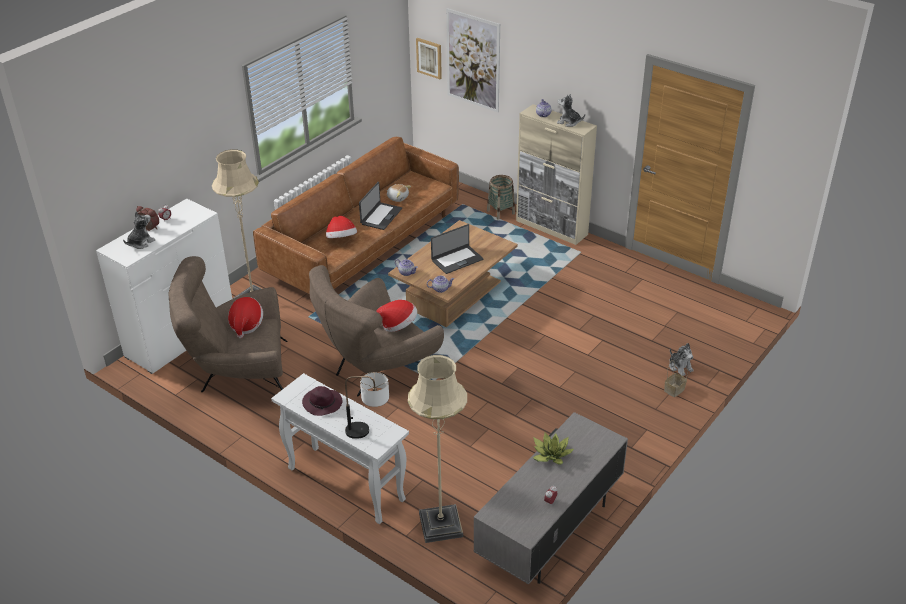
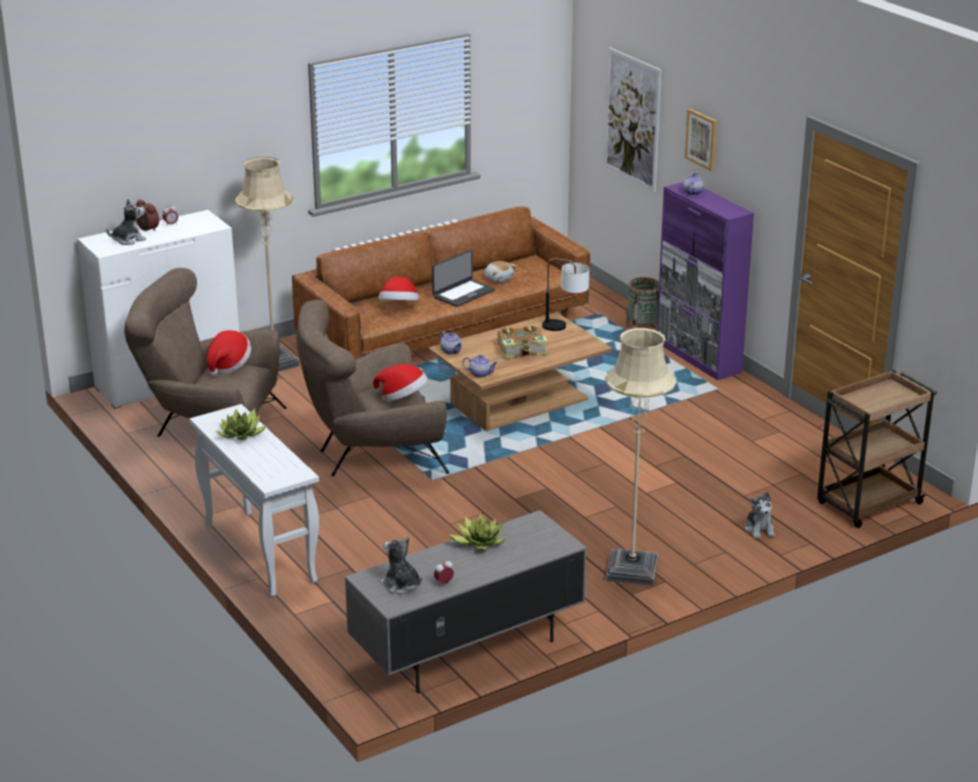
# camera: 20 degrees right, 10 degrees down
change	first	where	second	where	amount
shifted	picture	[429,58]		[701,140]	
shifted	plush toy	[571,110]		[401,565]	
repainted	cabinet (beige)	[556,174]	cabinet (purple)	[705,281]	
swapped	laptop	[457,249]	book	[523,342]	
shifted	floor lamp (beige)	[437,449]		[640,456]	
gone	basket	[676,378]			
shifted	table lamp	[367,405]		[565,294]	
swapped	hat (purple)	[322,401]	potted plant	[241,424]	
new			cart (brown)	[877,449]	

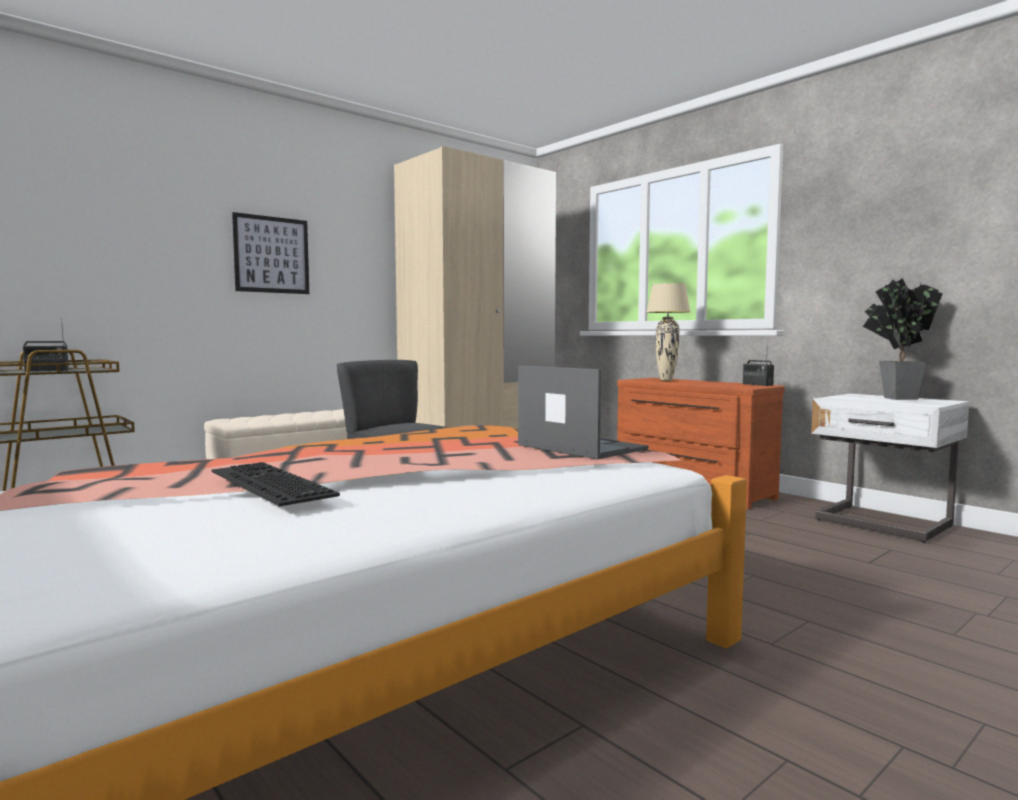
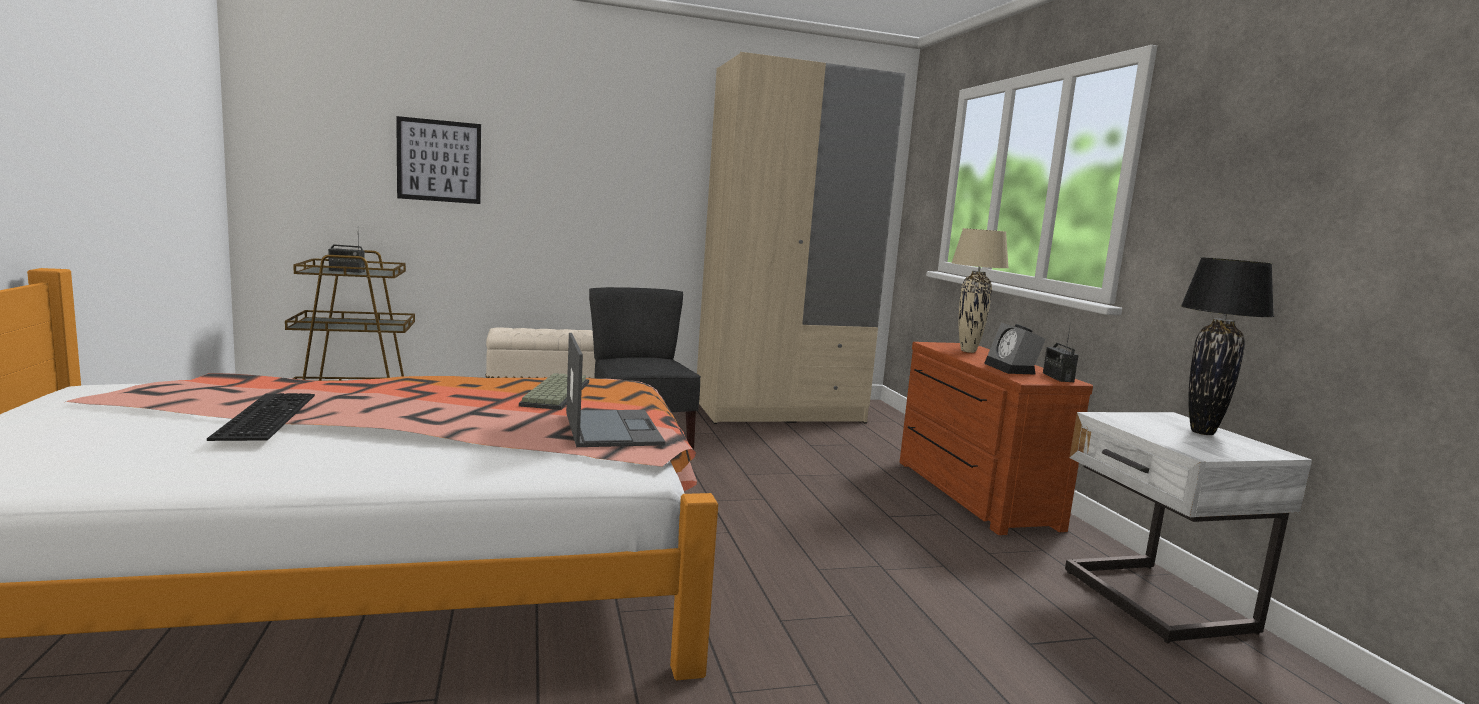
# camera: 25 degrees right, 5 degrees up
change	first	where	second	where	amount
shifted	picture	[270,253]		[438,160]	
swapped	potted plant	[903,339]	table lamp (black)	[1227,346]	
new			alarm clock	[1015,349]	
new			keyboard	[554,391]	

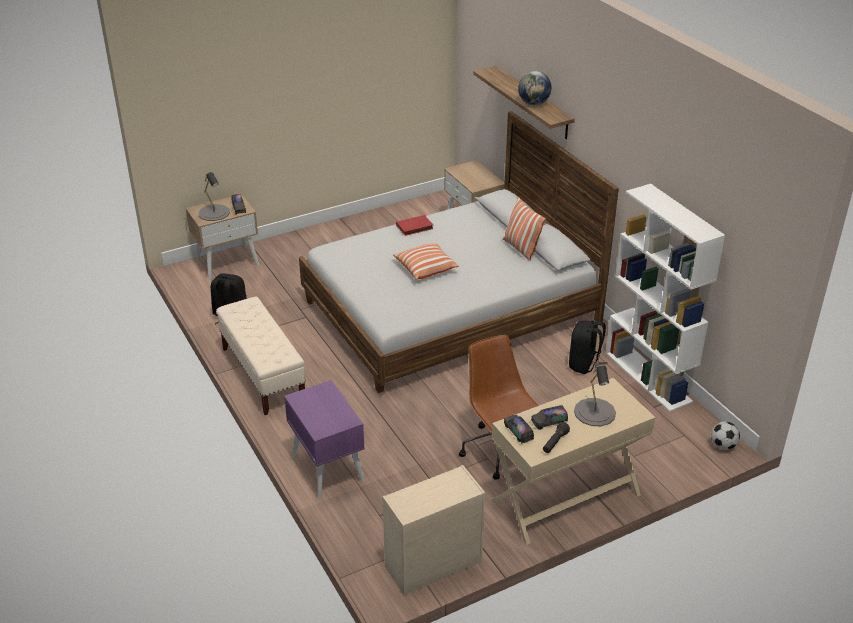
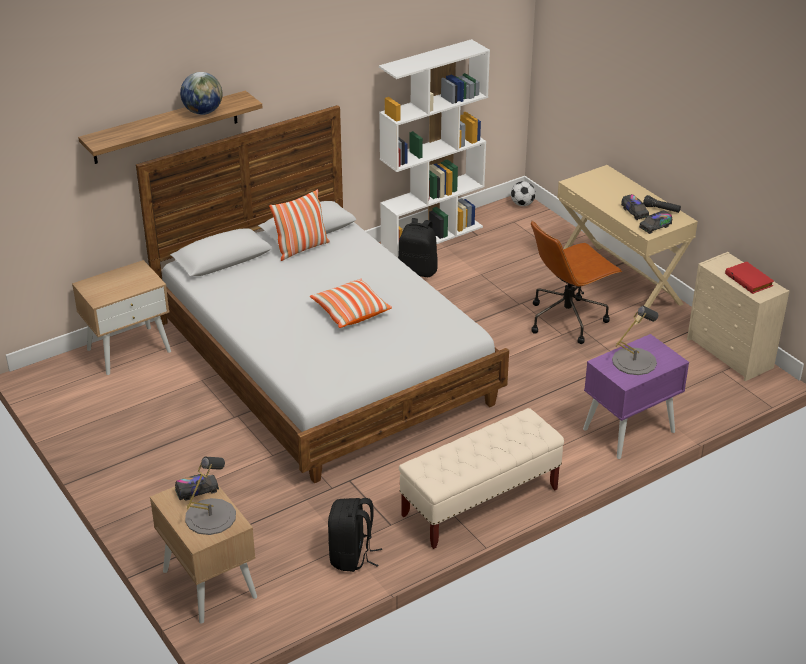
# camera: 95 degrees left, 0 degrees up
change	first	where	second	where	amount
shifted	book (red)	[415,225]		[749,278]	
shifted	table lamp (grey)	[595,395]		[635,340]	

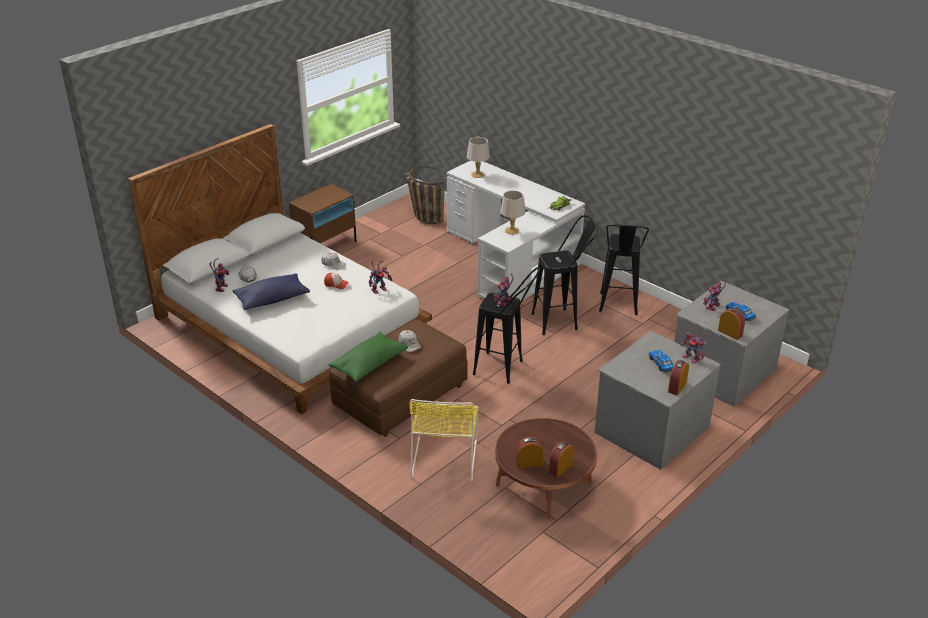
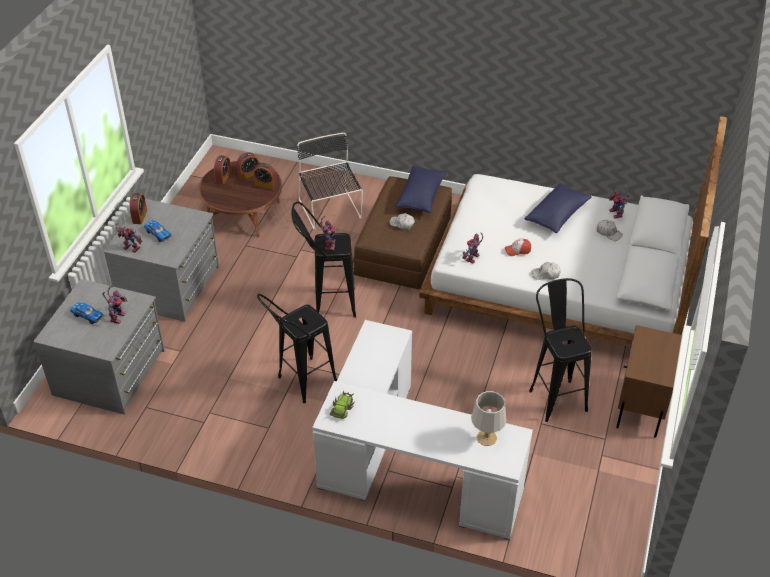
# camera: 155 degrees right, 10 degrees up
change	first	where	second	where	amount
gone	basket	[427,195]			
gone	table lamp (grey)	[512,212]			
shifted	stool (black)	[624,269]		[560,350]	
shifted	alarm clock	[731,324]		[265,176]	
repainted	pillow (green)	[368,357]	pillow (blue)	[421,189]	
repainted	chair (yellow)	[444,440]	chair (black)	[330,181]	

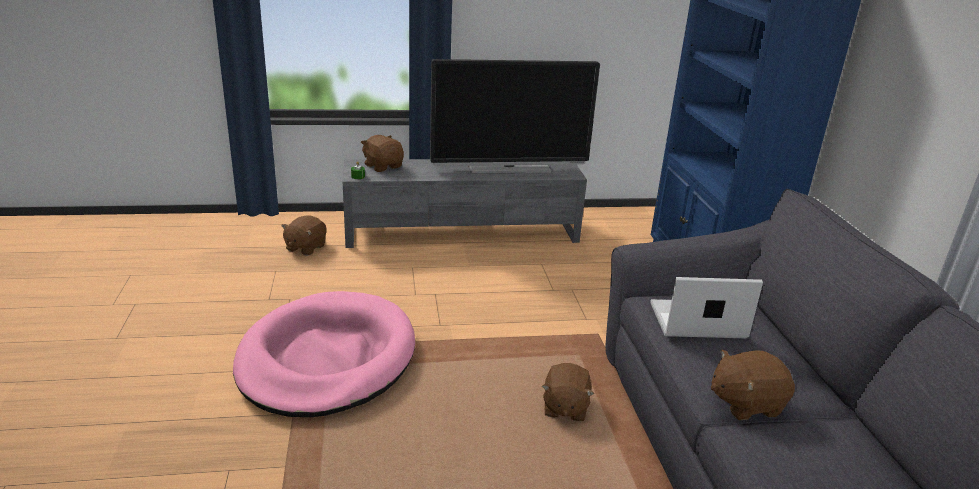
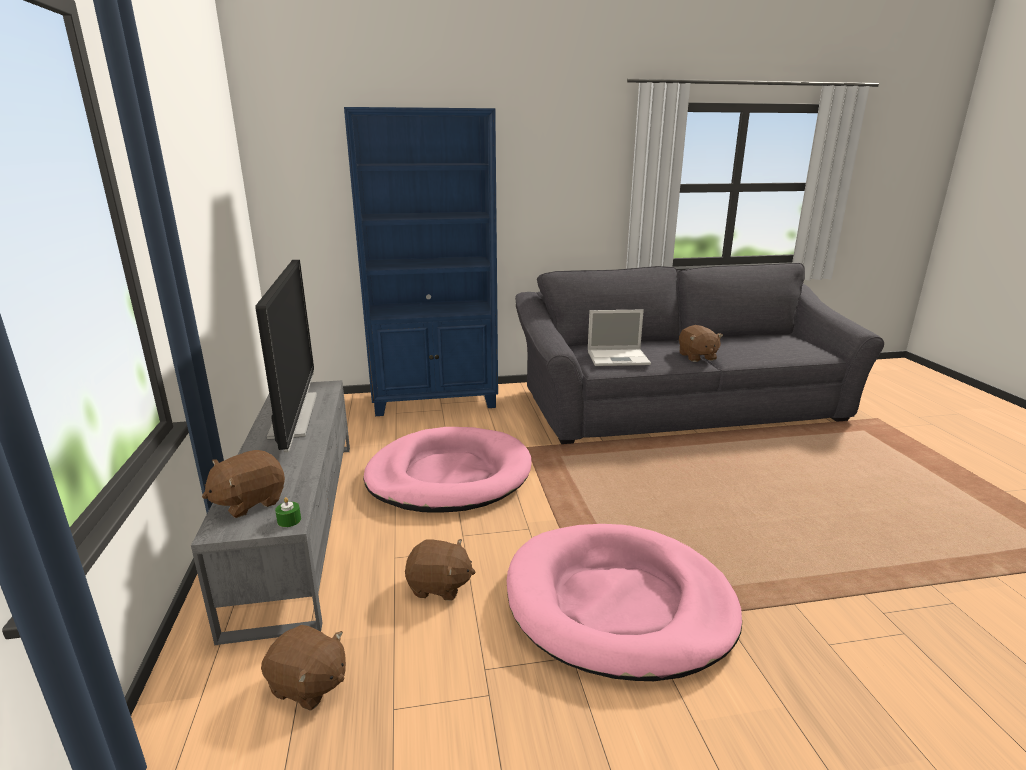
# camera: 90 degrees left, 5 degrees down
change	first	where	second	where	amount
rotated	laptop	[706,307]		[619,338]	90 degrees counterclockwise
shifted	plush toy (brown)	[568,392]		[440,570]	
new			dog bed (pink)	[447,470]	

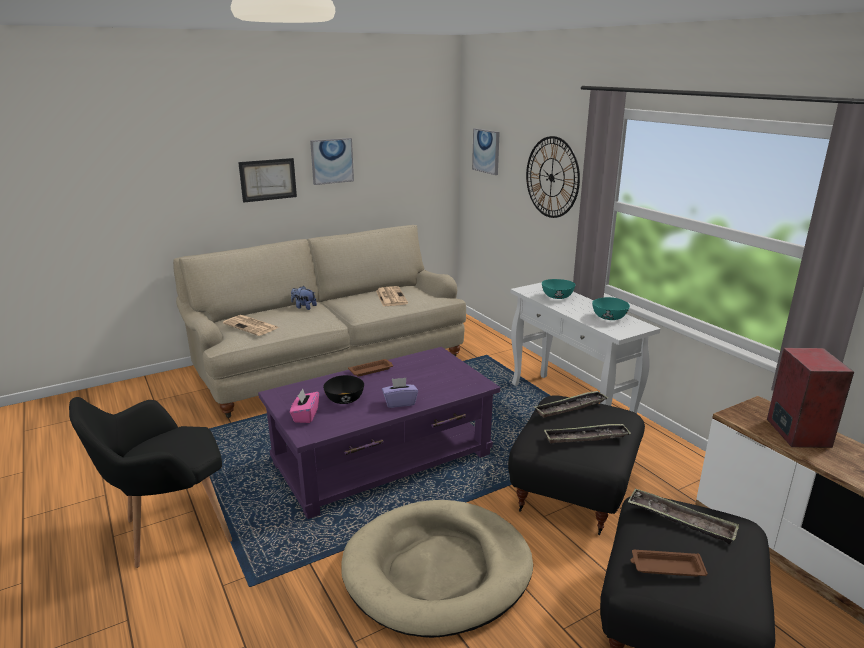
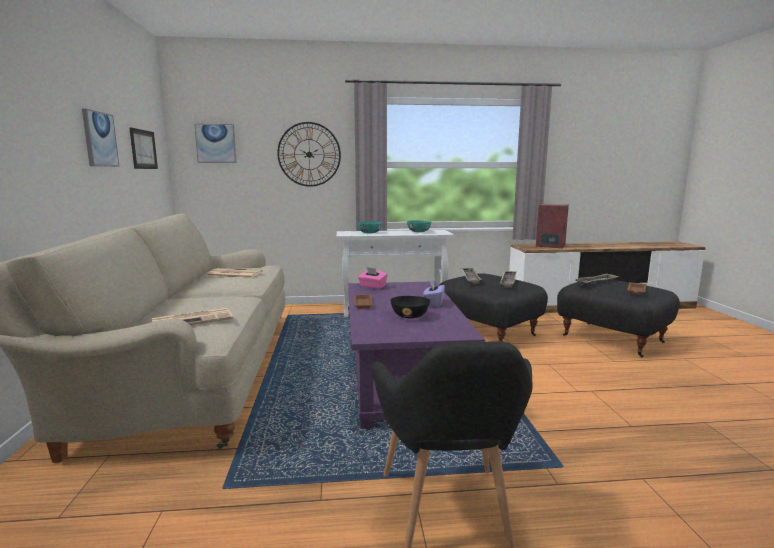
# camera: 65 degrees left, 10 degrees down
change	first	where	second	where	amount
shifted	picture	[267,180]		[143,148]	
gone	plush toy	[304,298]			
shifted	tissue box (pink)	[304,405]		[373,278]	
gone	dog bed (beige)	[437,569]			

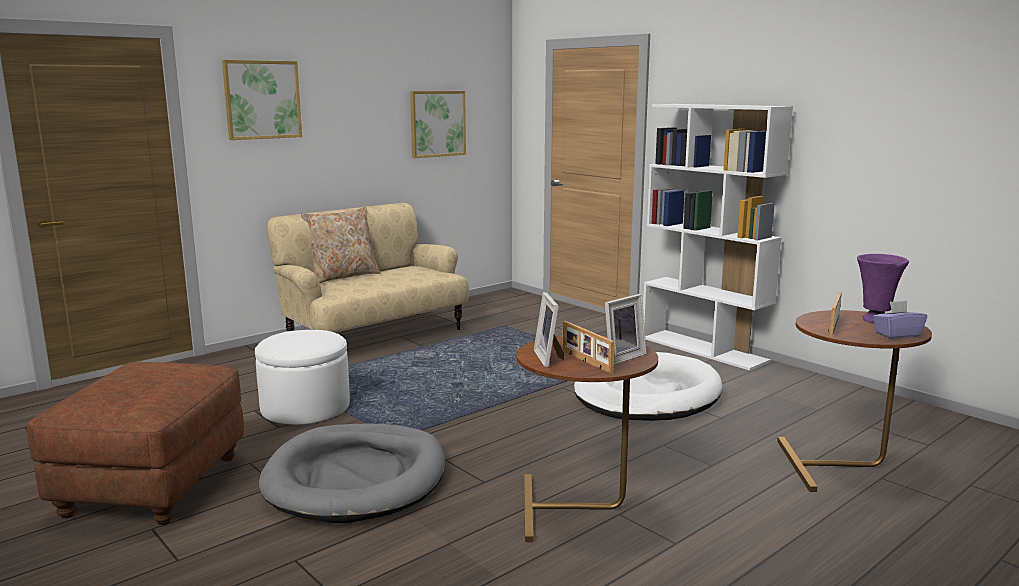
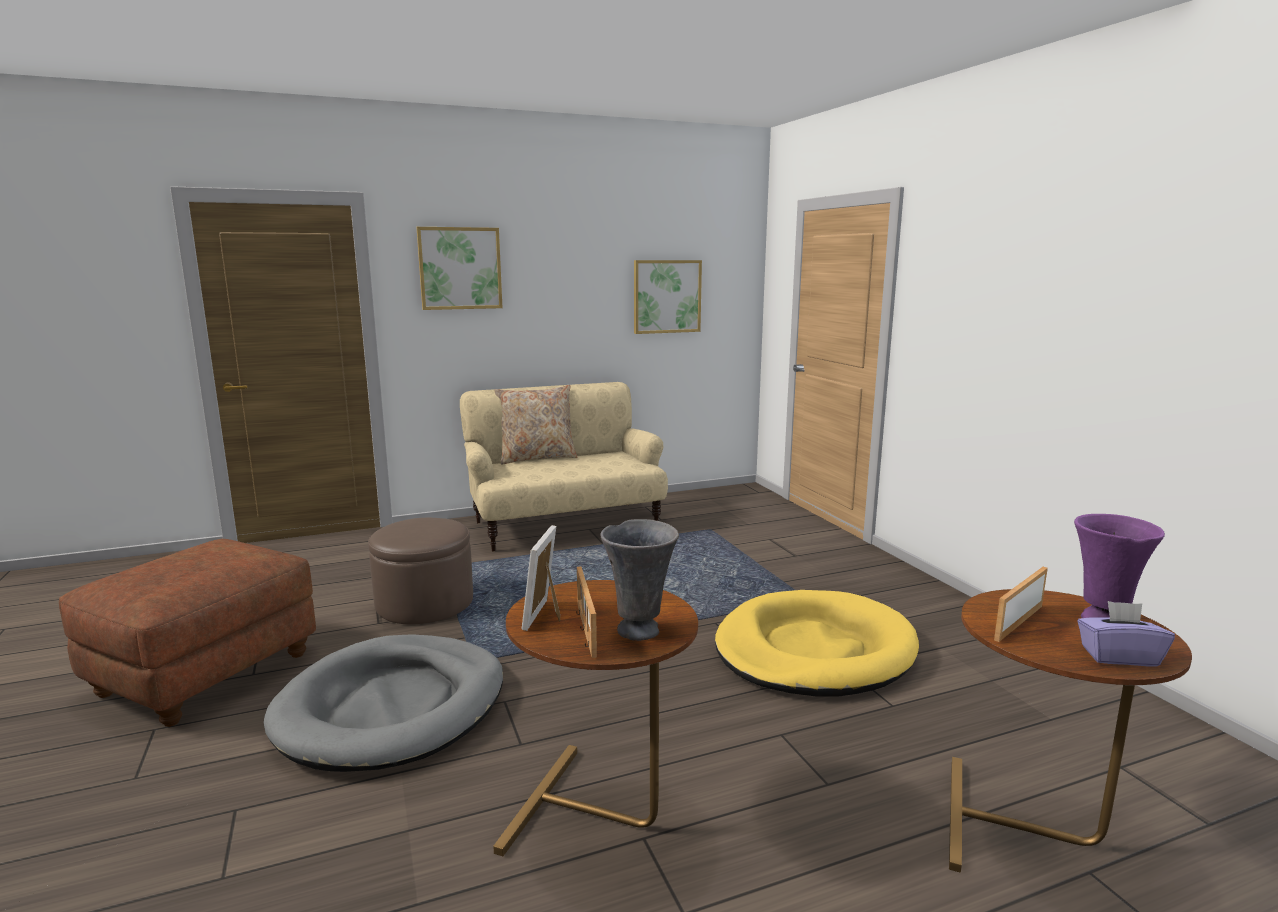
# camera: 20 degrees right, 0 degrees up
change	first	where	second	where	amount
gone	bookcase (white)	[718,237]			
swapped	picture frame	[625,329]	vase (grey)	[639,580]	
repainted	ottoman (white)	[302,377]	ottoman (brown)	[420,571]	
repainted	dog bed (white)	[648,386]	dog bed (yellow)	[817,643]	

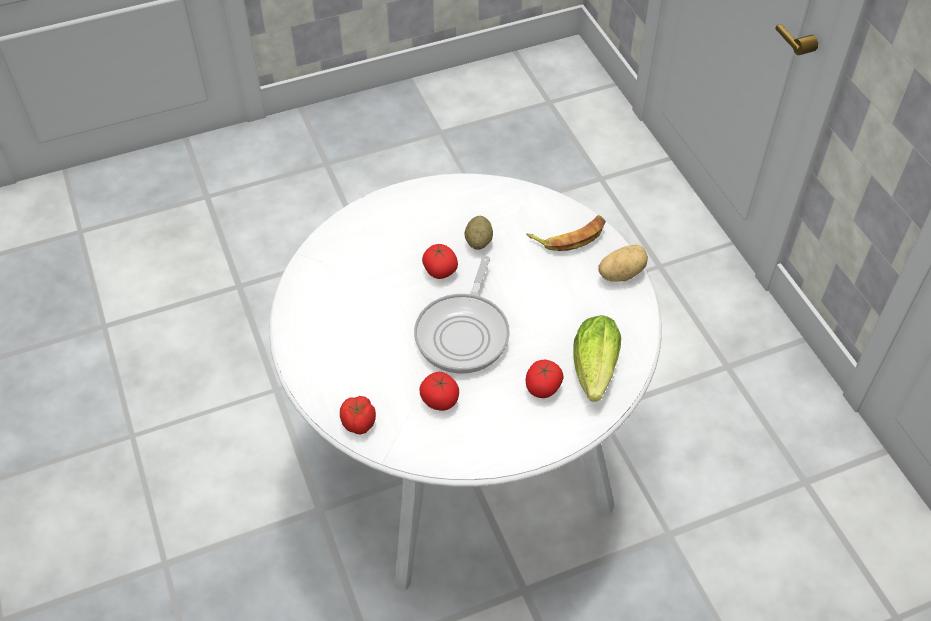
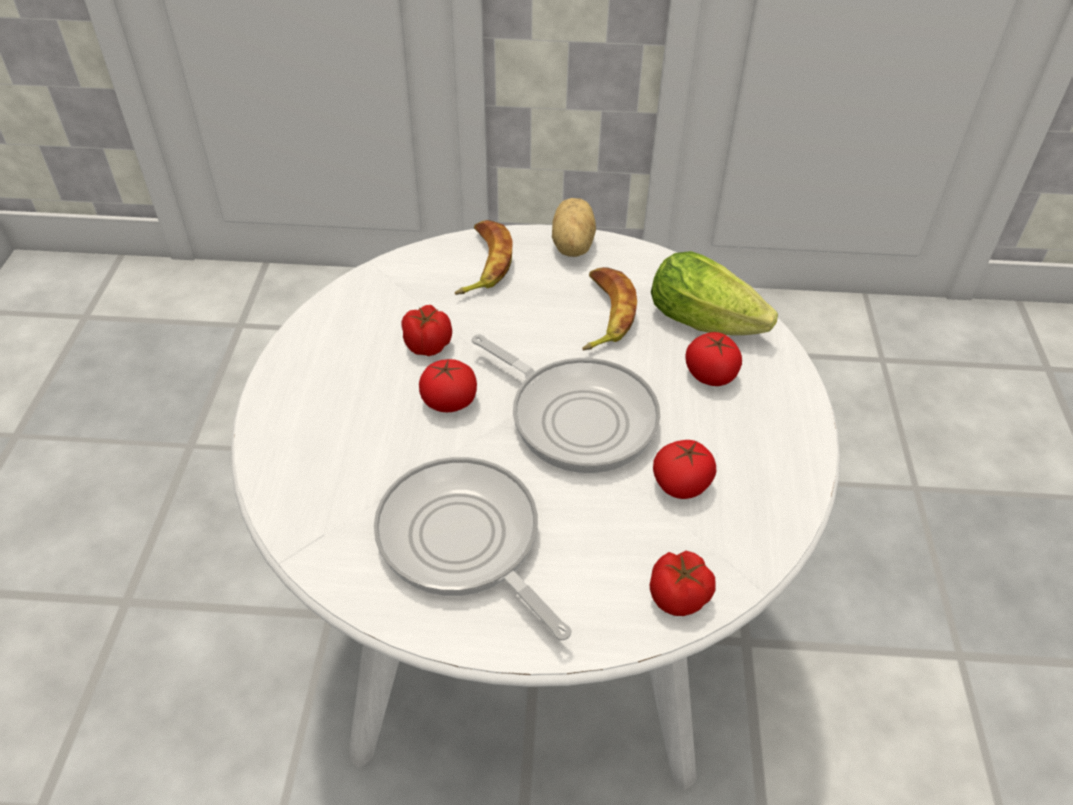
# camera: 65 degrees left, 5 degrees down
change	first	where	second	where	amount
swapped	potato	[479,233]	tomato	[426,330]	
new			banana	[609,308]	
new			frying pan	[473,548]	

